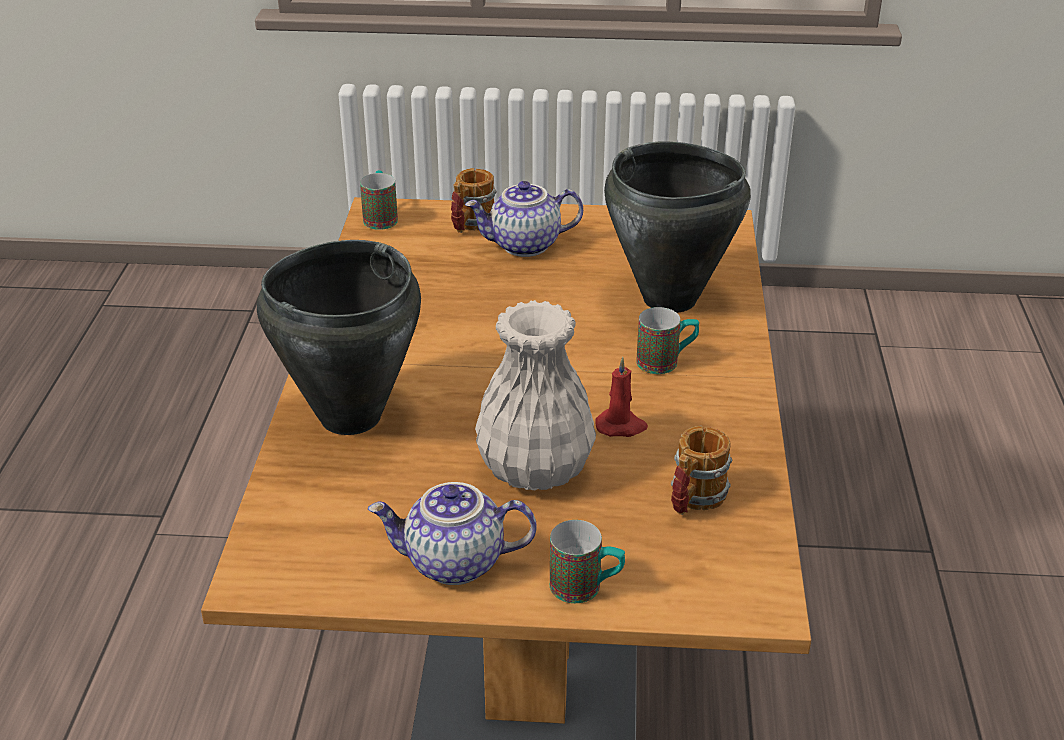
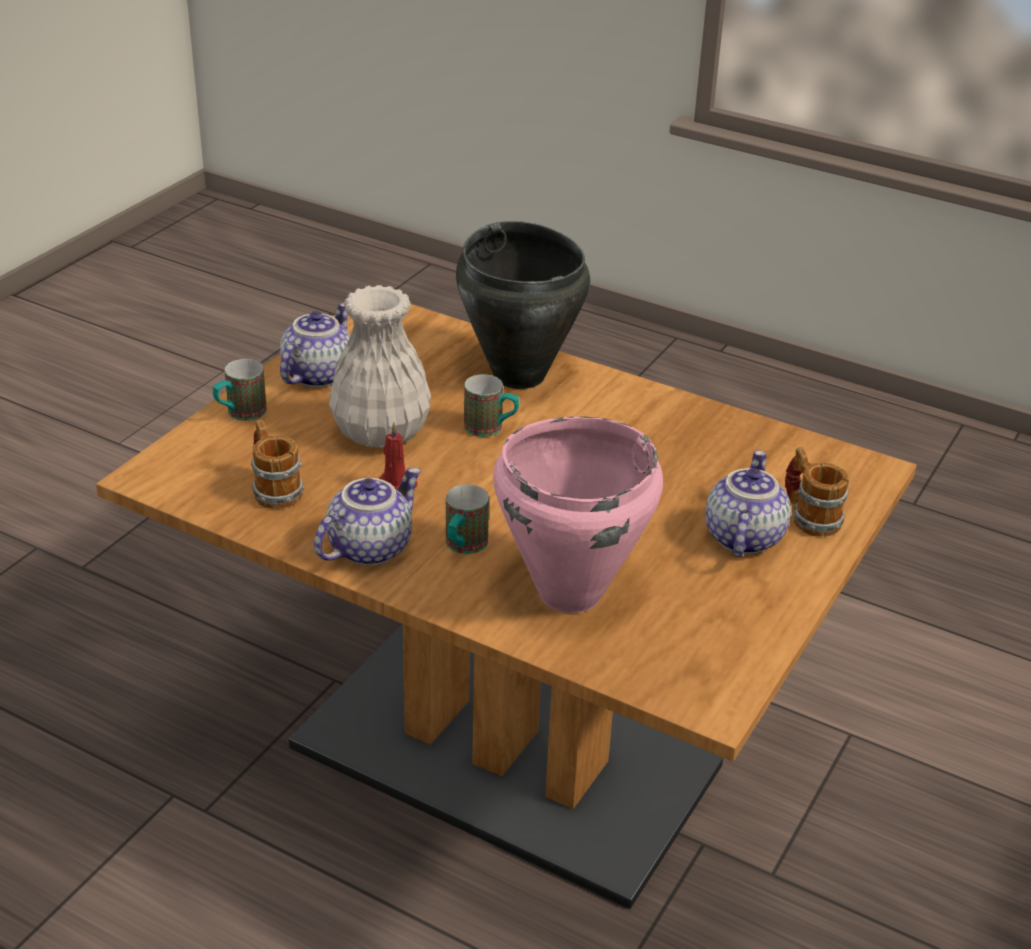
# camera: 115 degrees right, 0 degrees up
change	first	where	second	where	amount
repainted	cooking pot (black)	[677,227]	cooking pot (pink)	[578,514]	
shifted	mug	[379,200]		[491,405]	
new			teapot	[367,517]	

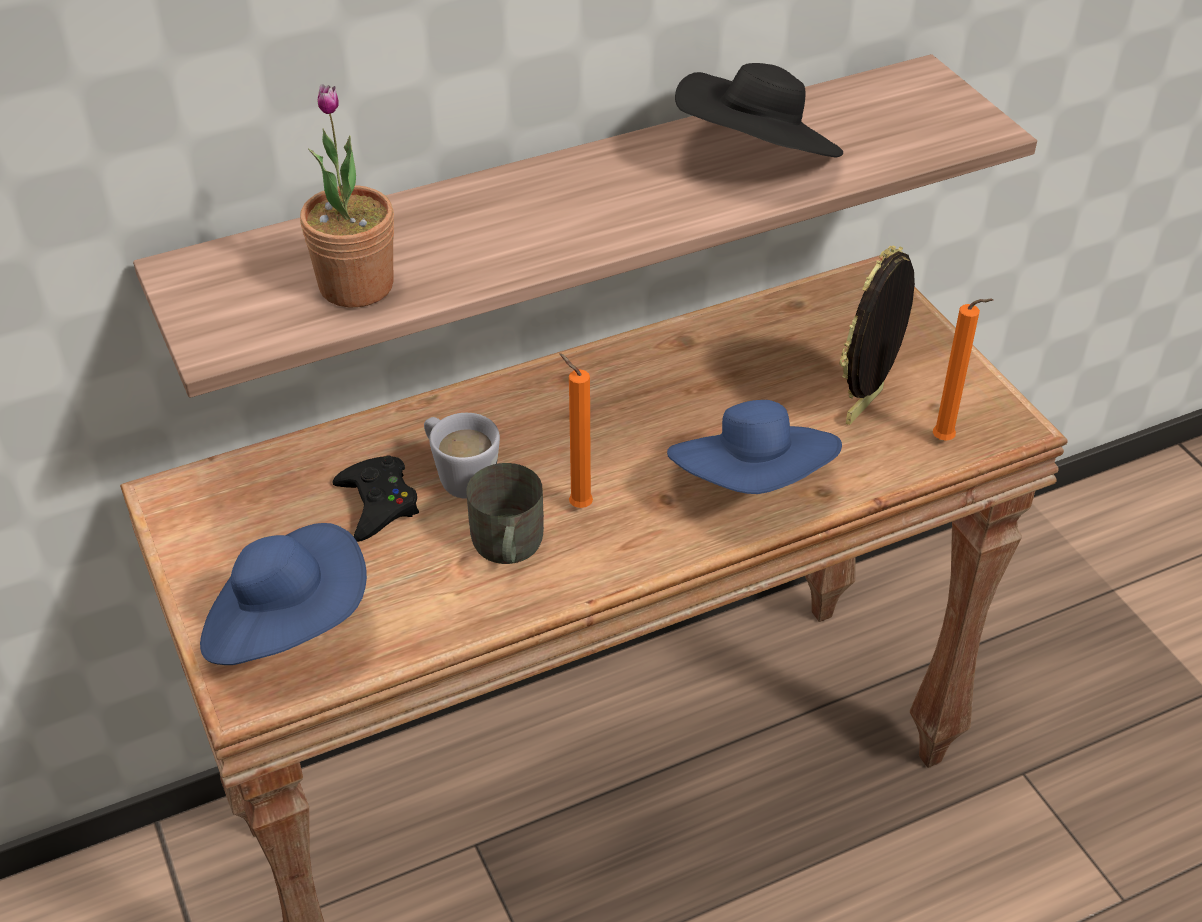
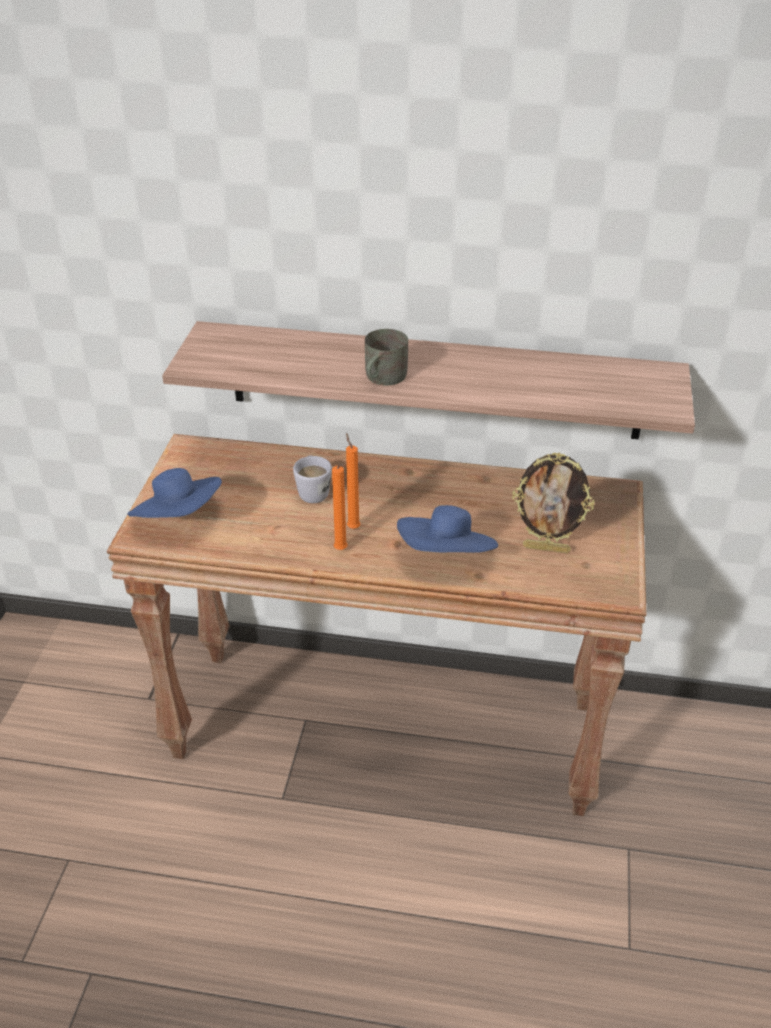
# camera: 35 degrees right, 5 degrees down
change	first	where	second	where	amount
gone	hat (black)	[759,110]			
gone	potted plant	[347,196]			
rotated	picture frame	[877,335]		[553,503]	150 degrees counterclockwise
shifted	candle (orange)	[963,370]		[340,507]	
gone	game controller (black)	[375,498]			
shifted	mug (grey)	[505,513]		[386,357]	

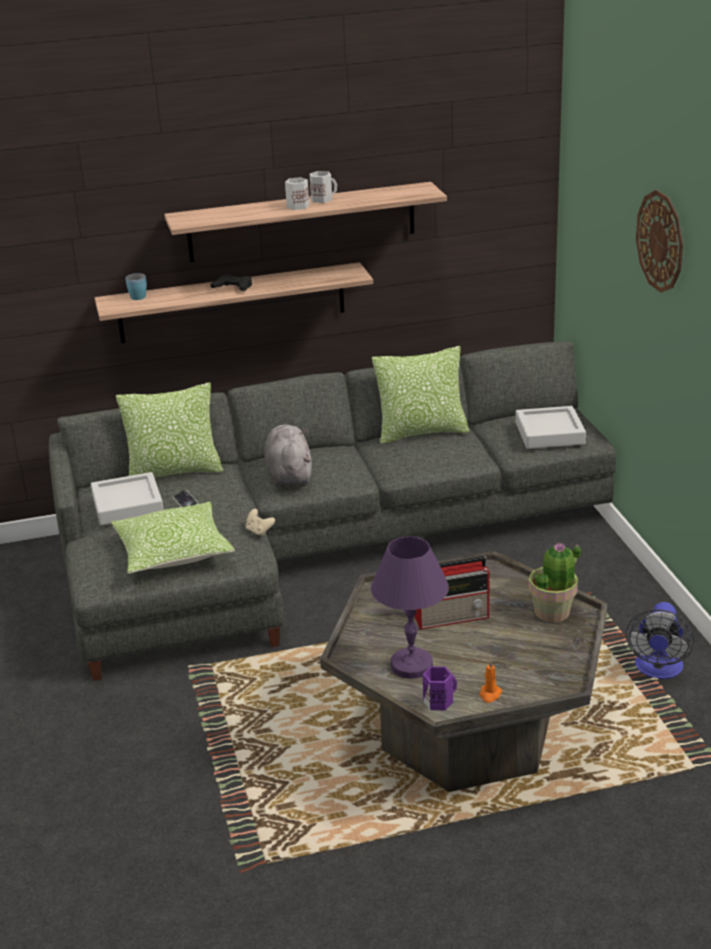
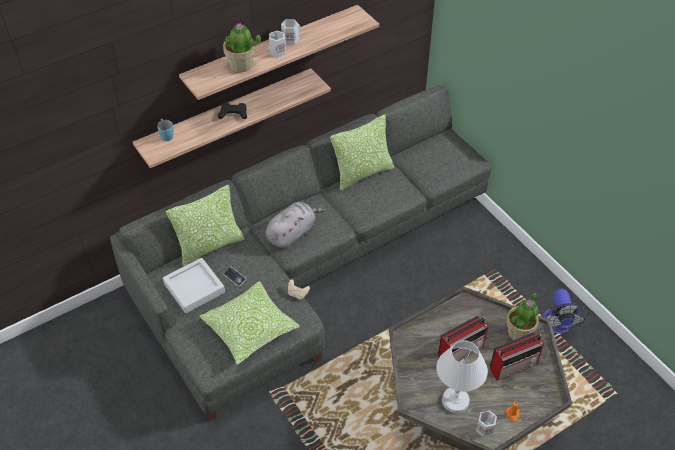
# camera: 20 degrees left, 20 degrees up
change	first	where	second	where	amount
gone	wall clock	[659,241]			
gone	tray (grey)	[550,427]			
rotated	plush toy (grey)	[288,456]		[295,225]	75 degrees clockwise
repainted	table lamp (purple)	[410,607]	table lamp (white)	[462,376]	
repainted	mug (purple)	[440,688]	mug (white)	[486,423]	
new			potted plant	[242,48]	
new			radio	[517,356]	

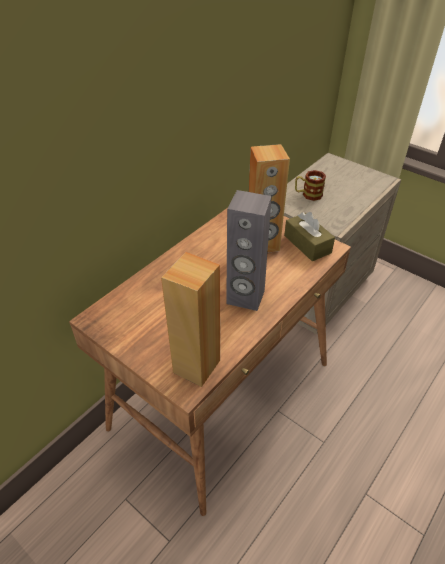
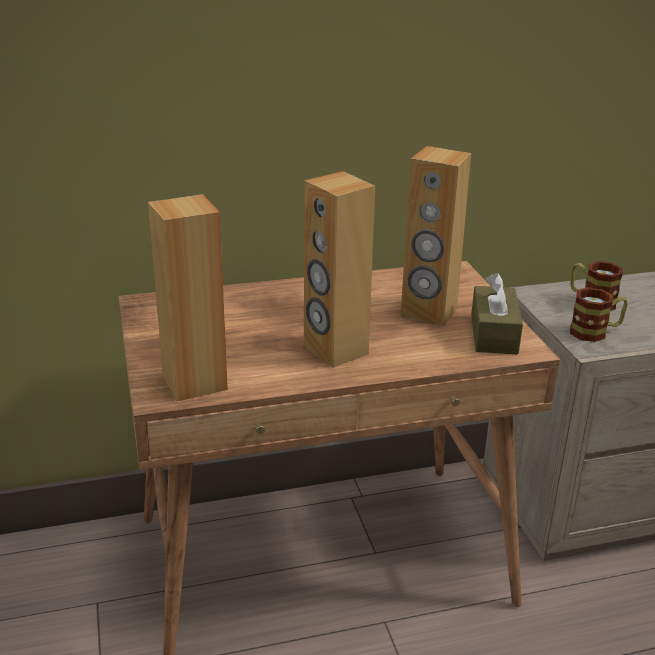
# camera: 35 degrees right, 15 degrees down
change	first	where	second	where	amount
repainted	speaker (grey)	[249,250]	speaker (brown)	[339,269]	
new			mug	[599,314]	

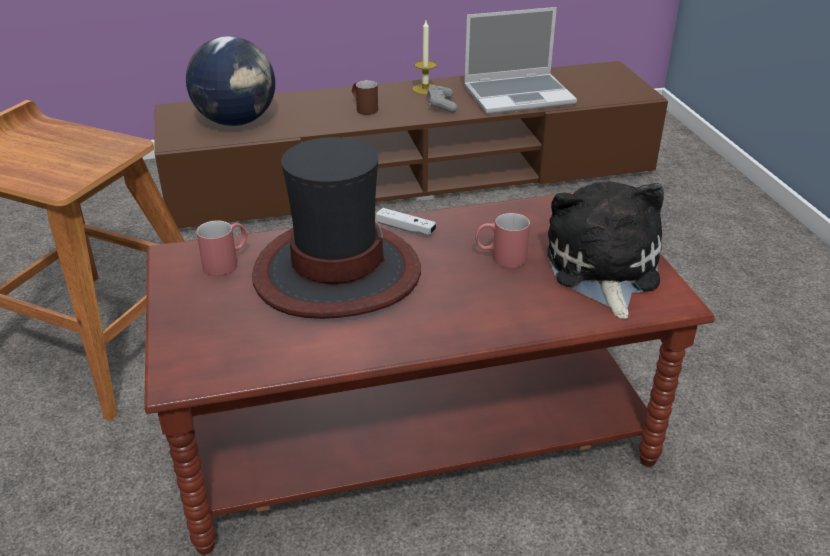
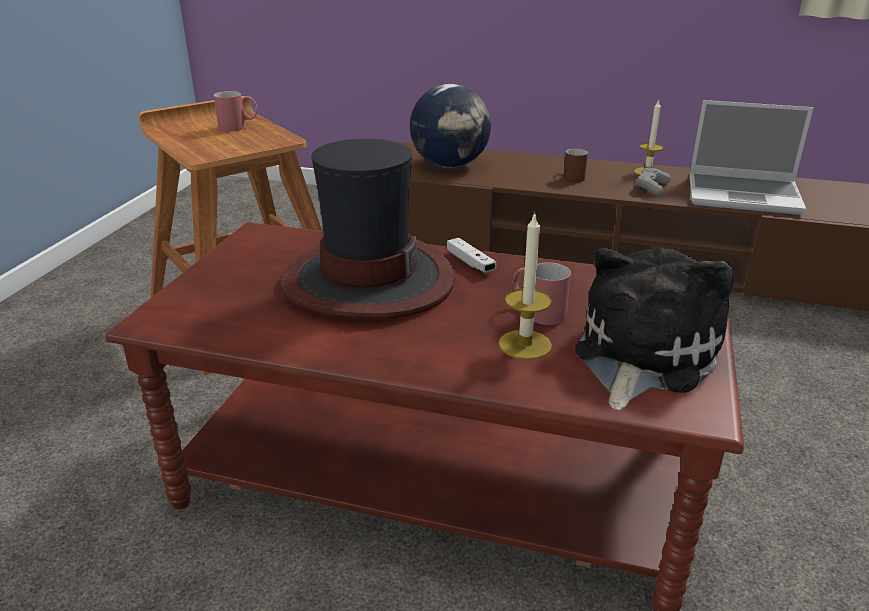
# camera: 30 degrees right, 5 degrees down
change	first	where	second	where	amount
shifted	mug (red)	[222,248]		[236,111]	
new			candle	[525,286]	

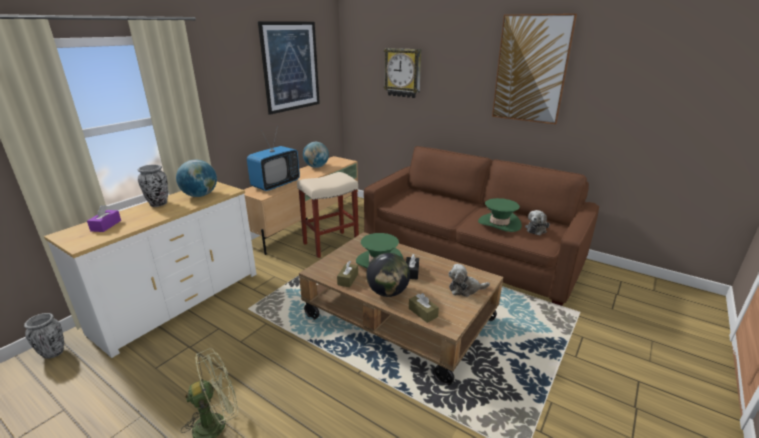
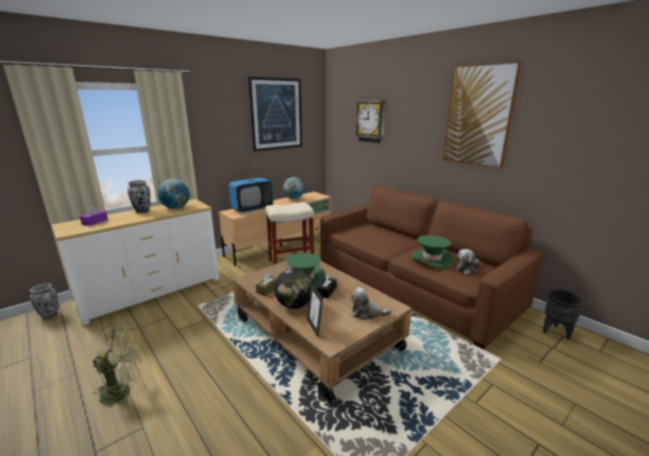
# camera: 15 degrees right, 5 degrees down
change	first	where	second	where	amount
swapped	tissue box (brown)	[424,308]	picture frame	[315,309]	
new			planter (black)	[563,314]	

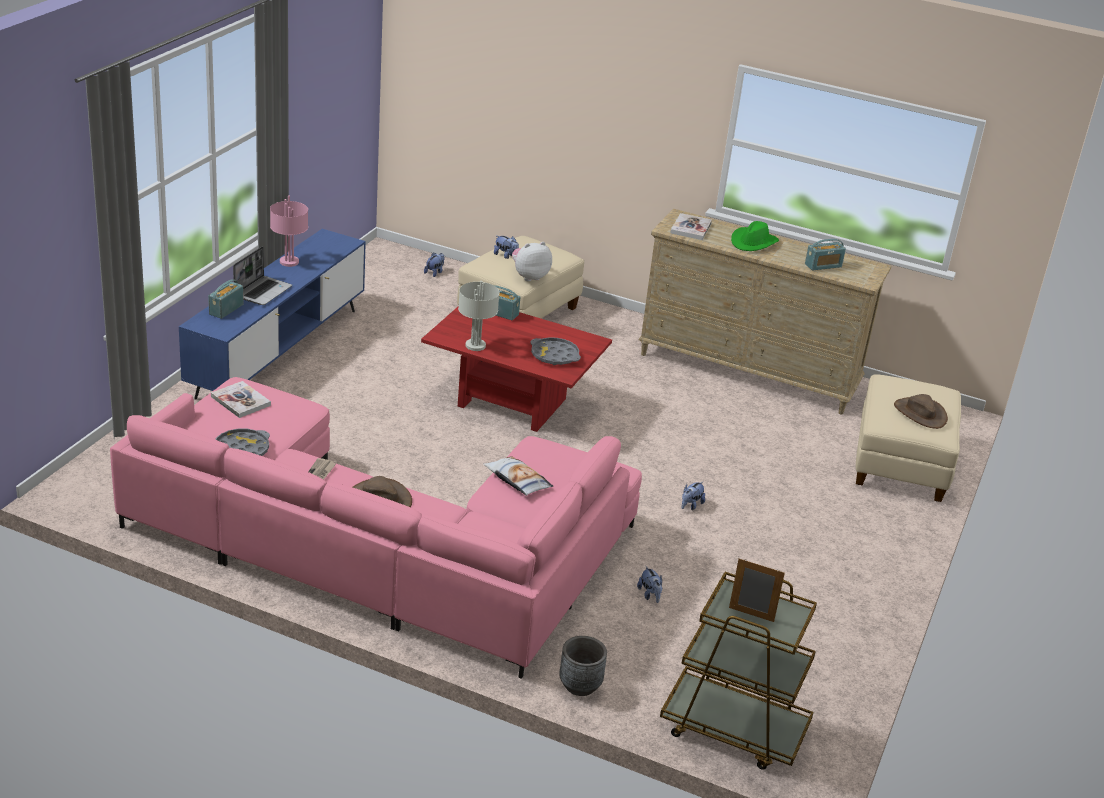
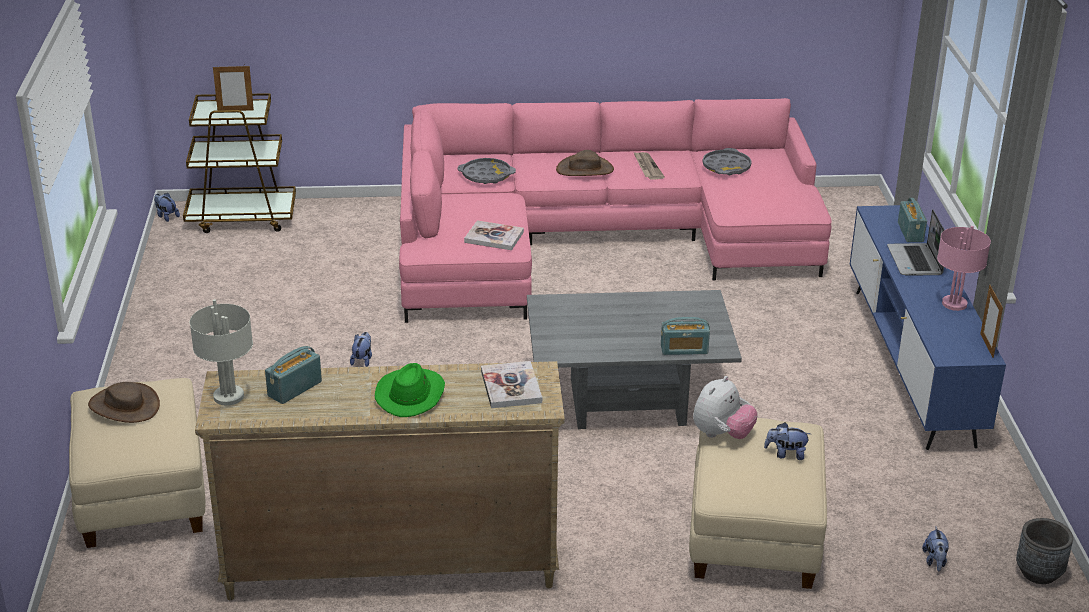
# camera: 155 degrees right, 0 degrees up
change	first	where	second	where	amount
shifted	table lamp (grey)	[479,316]		[221,352]	
repainted	coffee table (red)	[516,369]	coffee table (grey)	[634,359]	
shifted	tray (grey)	[555,351]		[487,171]	
shifted	book	[241,399]		[494,235]	
gone	pillow	[518,476]			
shifted	plush toy	[650,584]		[167,207]	
shifted	planter (grey)	[583,666]		[1044,551]	
new			picture frame	[991,321]	

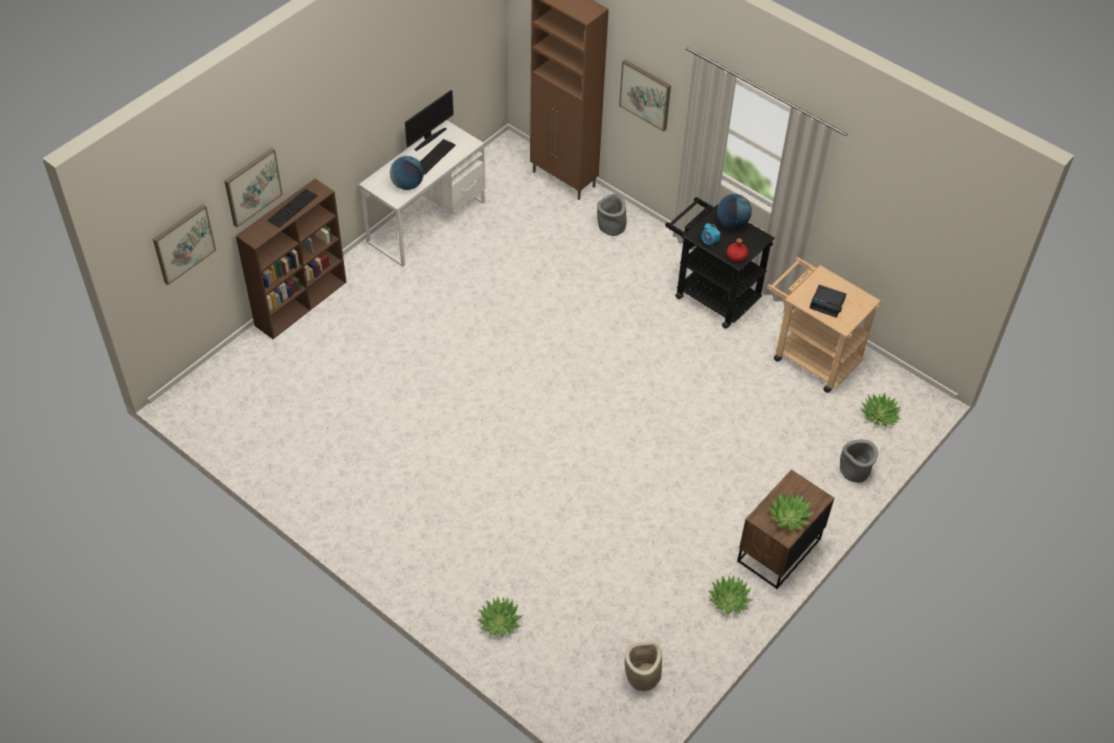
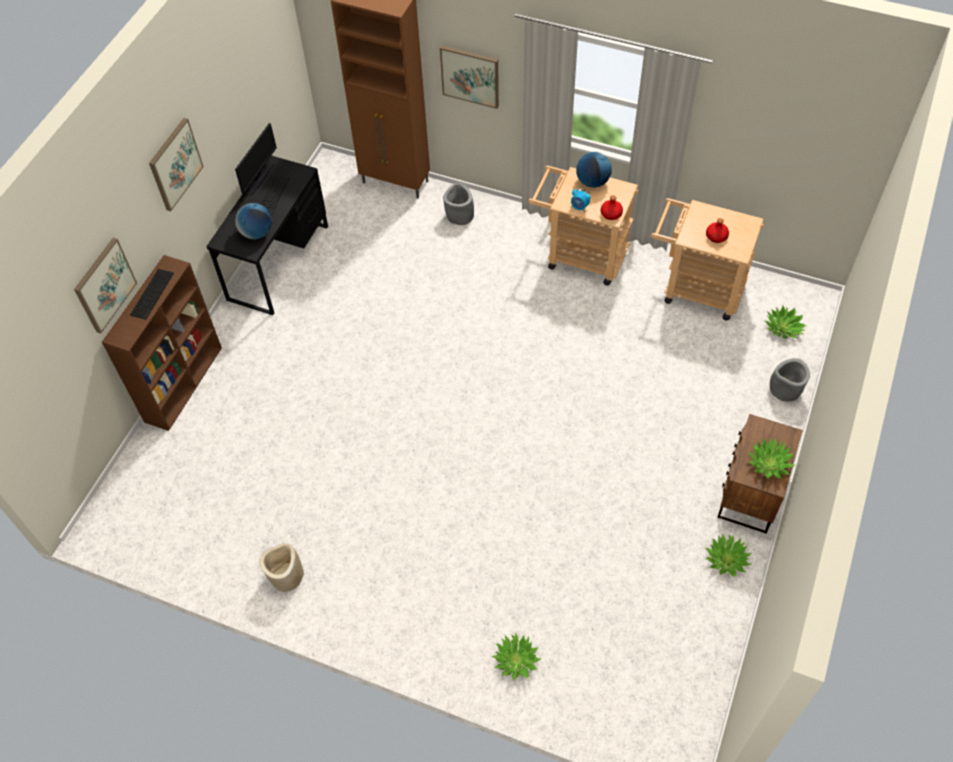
# camera: 15 degrees left, 5 degrees up
change	first	where	second	where	amount
repainted	desk (white)	[422,193]	desk (black)	[267,235]	
repainted	cart (black)	[720,263]	cart (beige)	[583,225]	
shifted	picture	[184,244]		[176,164]	
swapped	alarm clock	[828,301]	bottle (red)	[717,230]	
shifted	planter (beige)	[643,666]		[282,567]	

